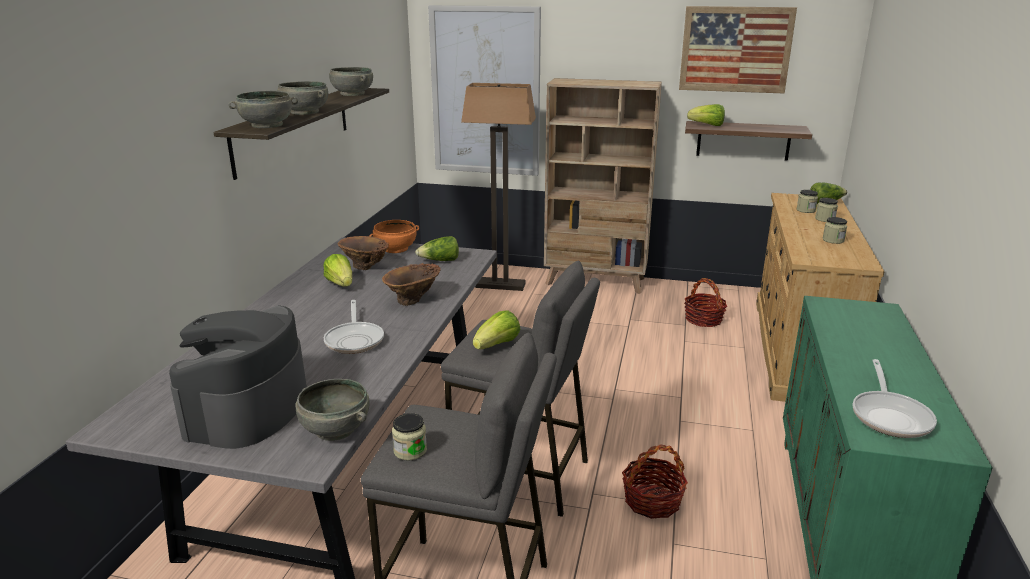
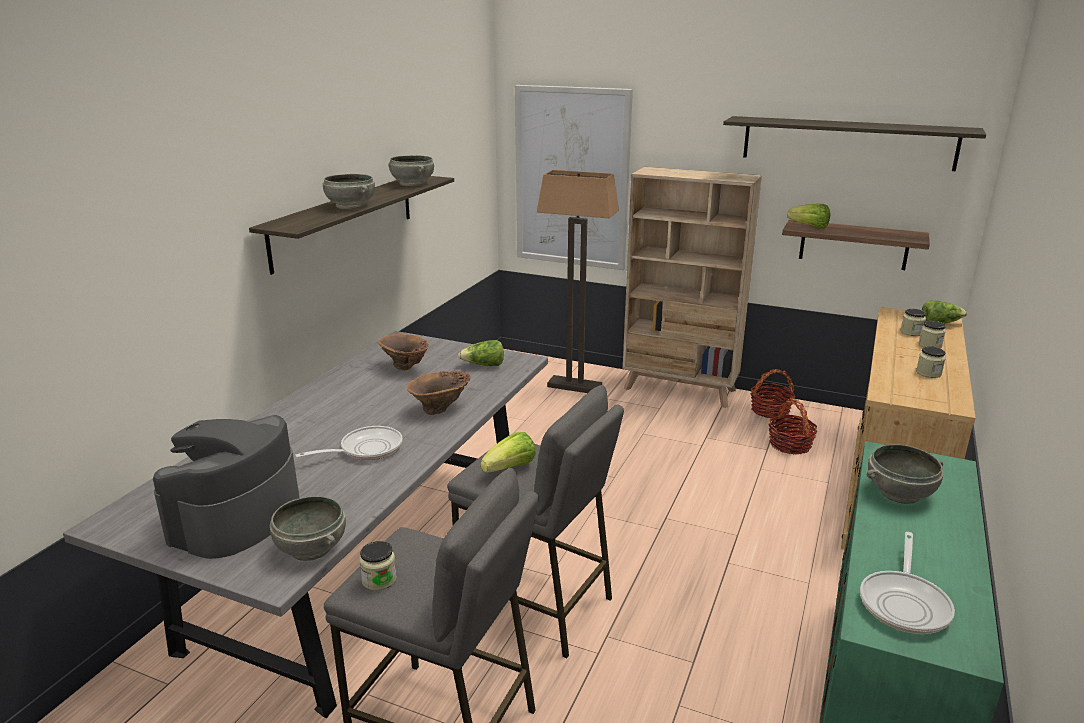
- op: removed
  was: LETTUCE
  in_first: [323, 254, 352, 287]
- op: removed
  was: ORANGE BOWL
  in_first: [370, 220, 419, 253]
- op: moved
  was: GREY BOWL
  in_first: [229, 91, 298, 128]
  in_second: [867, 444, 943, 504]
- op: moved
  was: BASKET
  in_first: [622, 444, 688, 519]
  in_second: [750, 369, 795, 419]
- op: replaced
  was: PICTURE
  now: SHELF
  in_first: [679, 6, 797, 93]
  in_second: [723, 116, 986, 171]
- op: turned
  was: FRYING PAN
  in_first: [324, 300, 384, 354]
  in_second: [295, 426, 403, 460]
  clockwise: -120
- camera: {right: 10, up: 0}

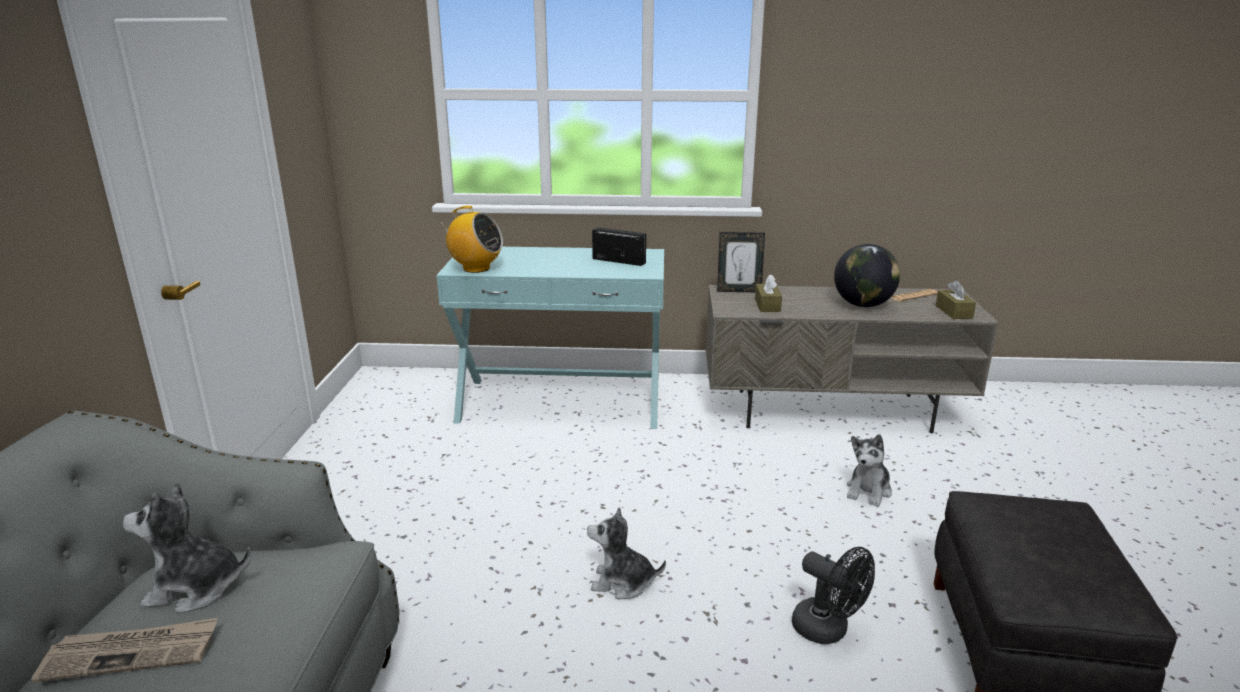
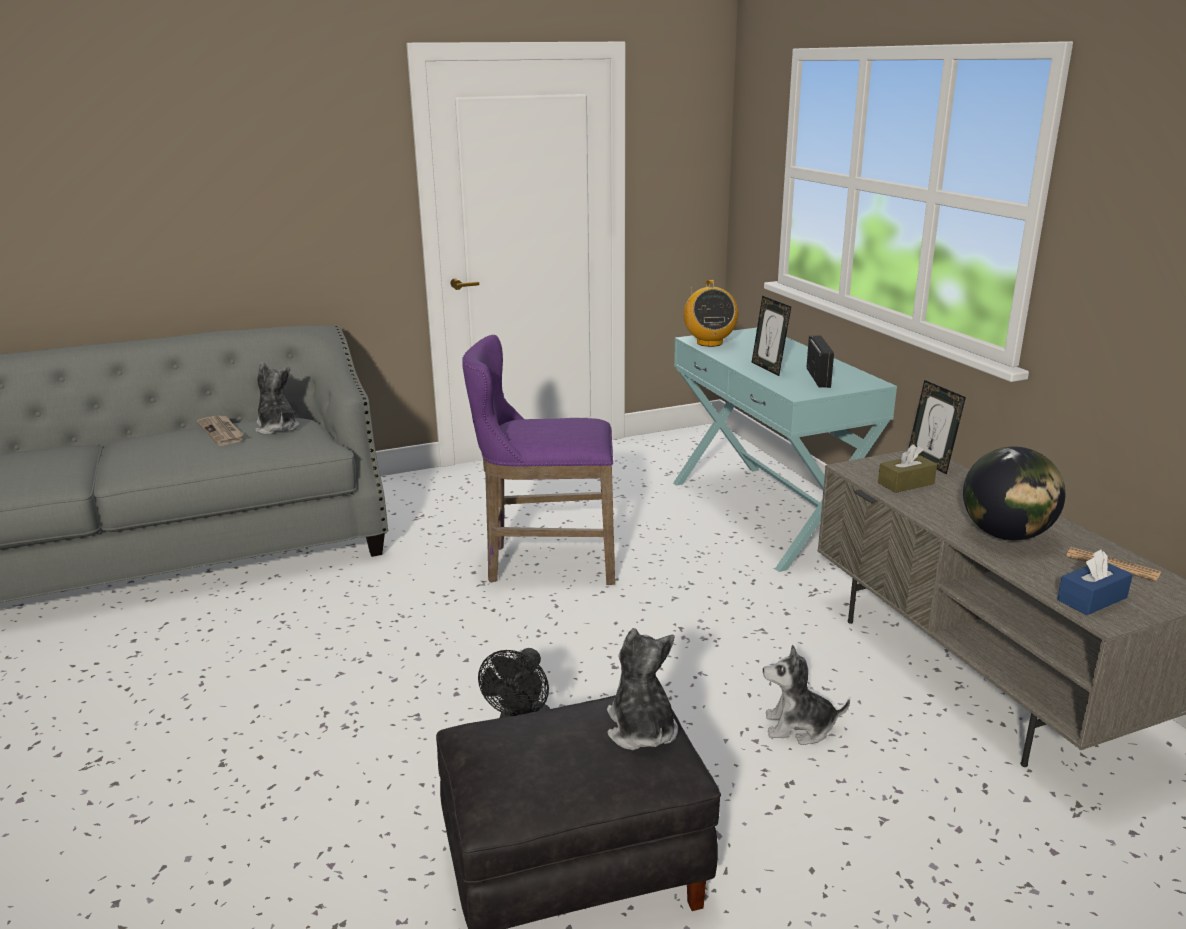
- op: added
  now: PURPLE STOOL
  in_second: [462, 335, 615, 585]
- op: added
  now: PICTURE FRAME
  in_second: [751, 296, 791, 376]
- op: moved
  was: PLUSH TOY
  in_first: [587, 507, 666, 599]
  in_second: [607, 628, 678, 750]
- op: recoloured
  was: BROWN TISSUE BOX
  now: BLUE TISSUE BOX
  in_first: [936, 280, 976, 319]
  in_second: [1057, 549, 1133, 615]
- camera: {right: 65, up: 0}

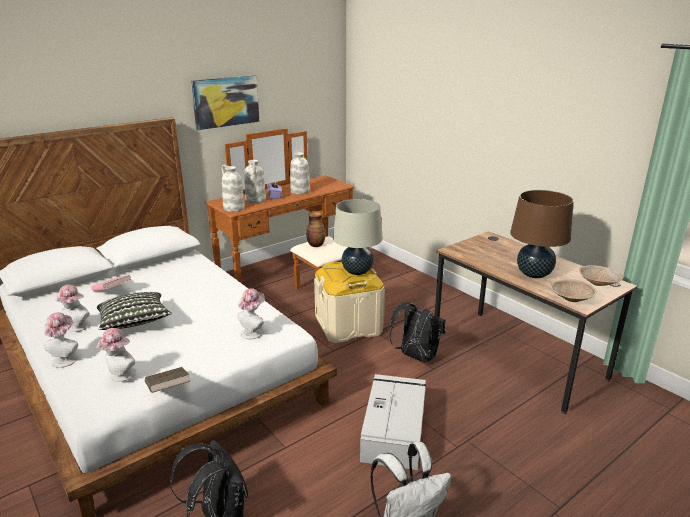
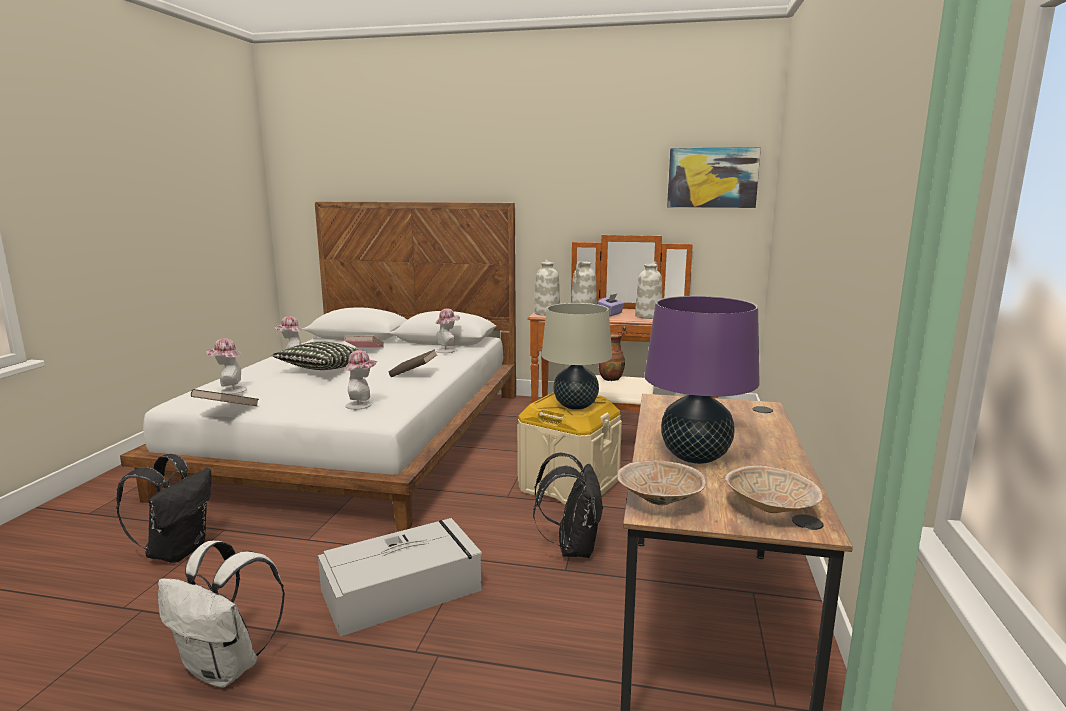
- op: added
  now: BROWN BOOK
  in_second: [389, 349, 437, 377]
- op: moved
  was: HAT
  in_first: [43, 312, 78, 368]
  in_second: [435, 308, 460, 353]
- op: moved
  was: PICTURE
  in_first: [191, 75, 260, 130]
  in_second: [667, 147, 761, 208]
- op: recoloured
  was: BROWN TABLE LAMP
  now: PURPLE TABLE LAMP
  in_first: [510, 190, 574, 278]
  in_second: [644, 296, 760, 464]
- camera: {right: 50, up: -10}

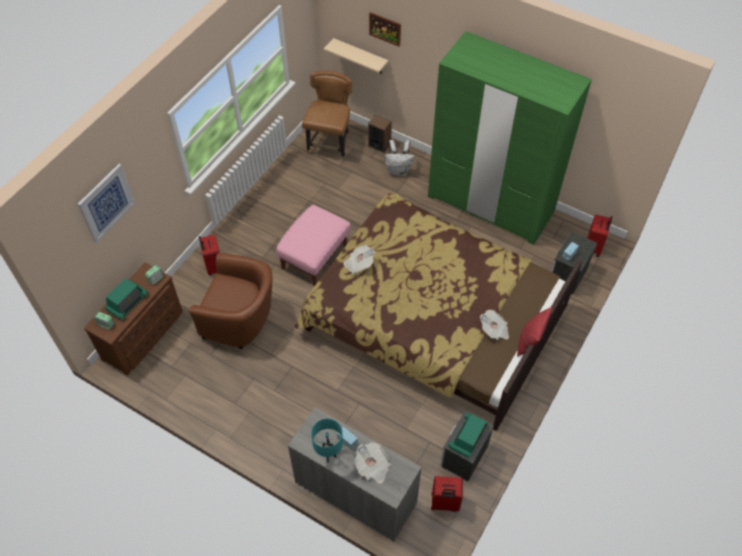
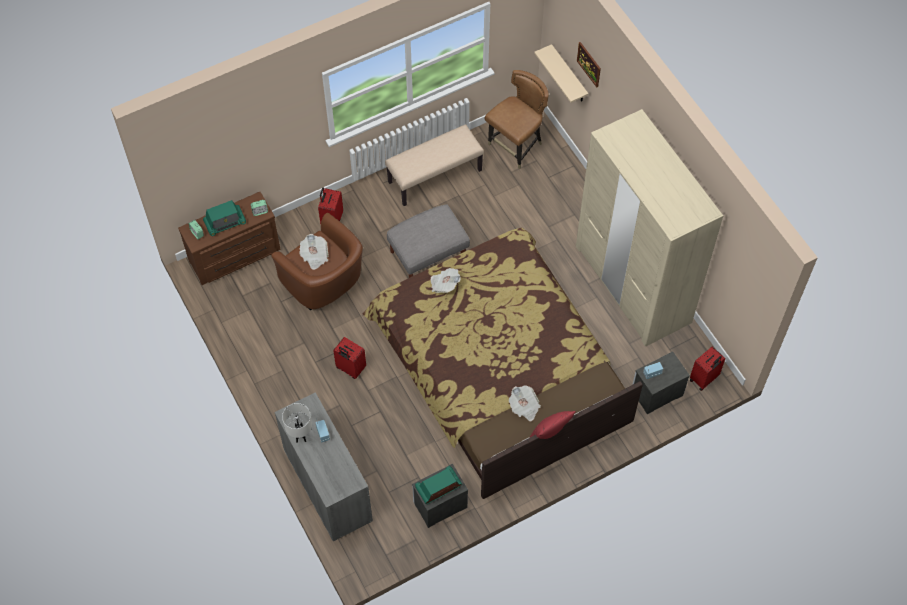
- op: removed
  was: PICTURE
  in_first: [78, 164, 135, 243]
- op: removed
  was: SPEAKER
  in_first: [368, 115, 392, 153]
- op: removed
  was: WHITE BACKPACK
  in_first: [385, 140, 414, 176]
- op: added
  now: BEIGE BENCH
  in_second: [385, 124, 484, 206]
- op: moved
  was: NEWSPAPER
  in_first: [354, 442, 391, 484]
  in_second: [299, 234, 328, 270]
- op: moved
  was: RED SUITCASE
  in_first: [431, 476, 463, 512]
  in_second: [333, 337, 366, 379]
- op: recoloured
  was: PINK OTTOMAN
  now: GREY OTTOMAN
  in_first: [276, 205, 351, 286]
  in_second: [387, 204, 470, 278]
- op: recoloured
  was: TURQUOISE TABLE LAMP
  now: WHITE TABLE LAMP
  in_first: [311, 419, 343, 463]
  in_second: [282, 403, 312, 443]
- op: recoloured
  was: GREEN WARDROBE
  now: BEIGE WARDROBE
  in_first: [428, 31, 592, 245]
  in_second: [576, 109, 723, 346]
- camera: {right: 30, up: 5}

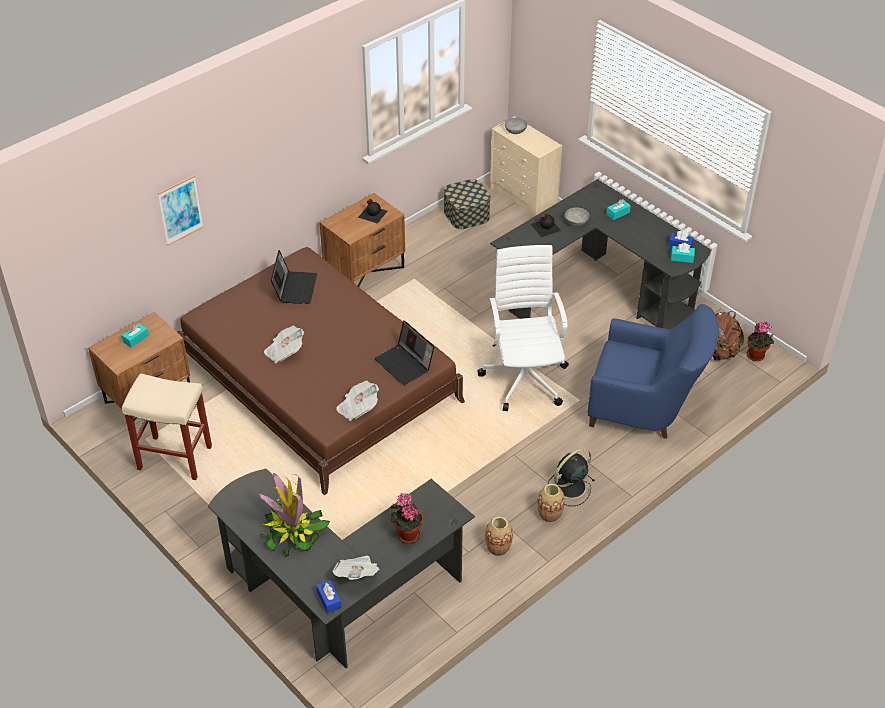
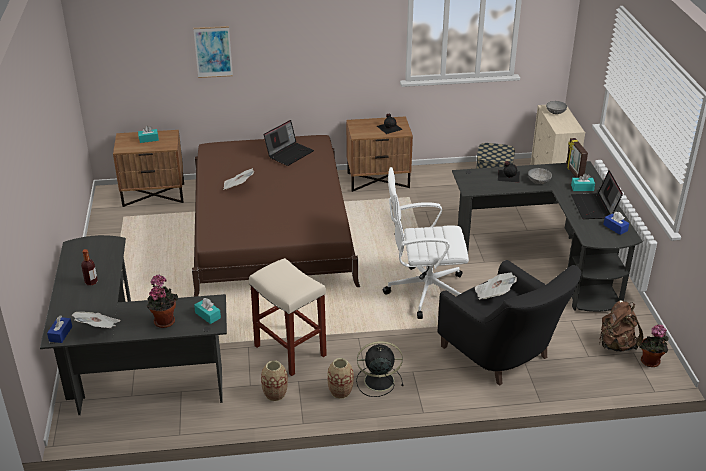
- op: added
  now: PICTURE FRAME
  in_second: [566, 138, 588, 178]
- op: moved
  was: BEIGE STOOL
  in_first: [122, 373, 212, 480]
  in_second: [249, 258, 327, 376]
- op: moved
  was: NEWSPAPER
  in_first: [336, 381, 379, 421]
  in_second: [475, 272, 517, 300]
- op: moved
  was: LAPTOP
  in_first: [374, 320, 434, 385]
  in_second: [571, 171, 623, 219]
- op: moved
  was: TURQUOISE TISSUE BOX
  in_first: [671, 243, 695, 263]
  in_second: [194, 298, 221, 324]
- op: replaced
  was: POTTED PLANT
  now: BOTTLE
  in_first: [259, 473, 330, 557]
  in_second: [81, 249, 98, 286]
- op: recoloured
  was: BLUE ARMCHAIR
  now: BLACK ARMCHAIR
  in_first: [587, 304, 719, 439]
  in_second: [438, 260, 581, 386]
- op: turned
  was: WHITE OFFICE CHAIR
  in_first: [477, 245, 569, 411]
  in_second: [383, 167, 469, 319]
  clockwise: -120
- camera: {right: 35, up: -10}

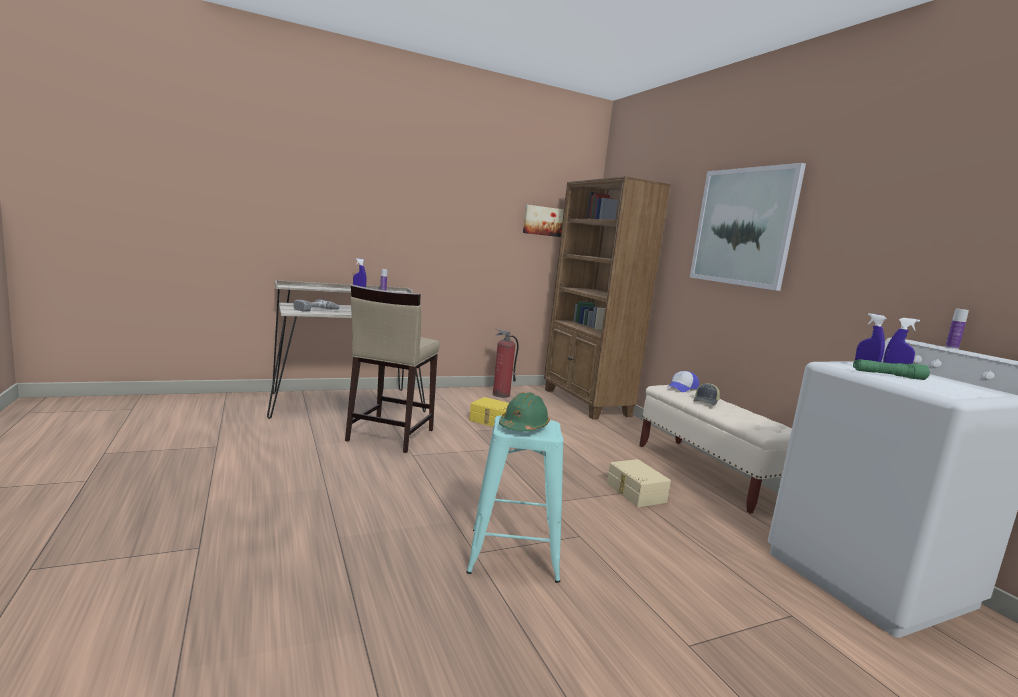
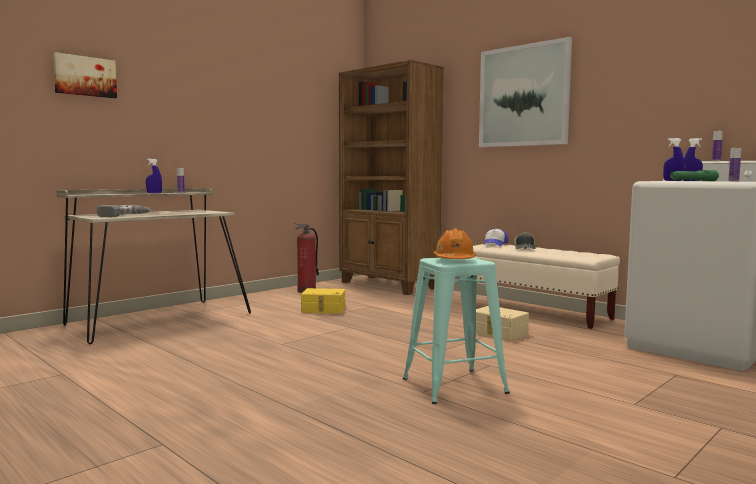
- op: removed
  was: BEIGE STOOL
  in_first: [345, 285, 440, 453]
- op: added
  now: BOTTLE
  in_second: [728, 148, 741, 182]
- op: moved
  was: PICTURE
  in_first: [523, 205, 564, 237]
  in_second: [53, 52, 117, 98]
- op: recoloured
  was: GREEN HARD HAT
  now: ORANGE HARD HAT
  in_first: [499, 392, 550, 432]
  in_second: [433, 229, 476, 259]
- camera: {right: -20, up: -5}

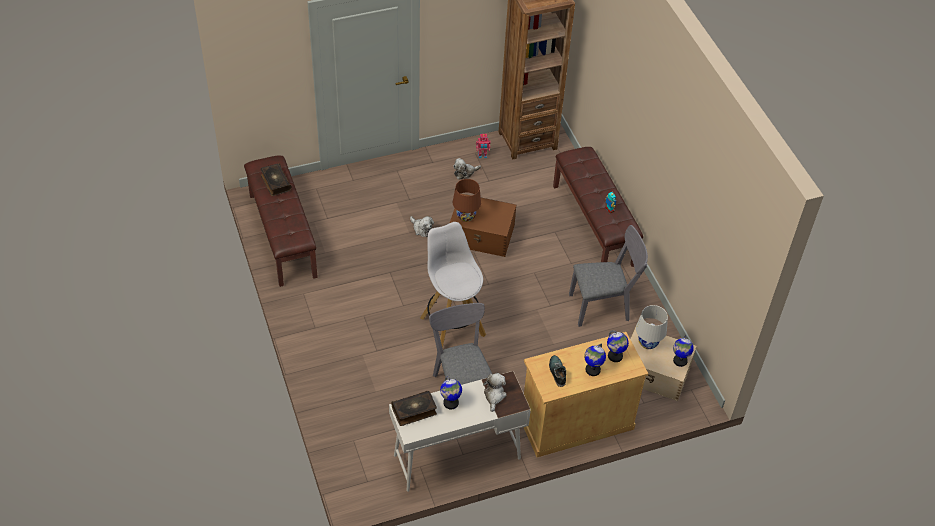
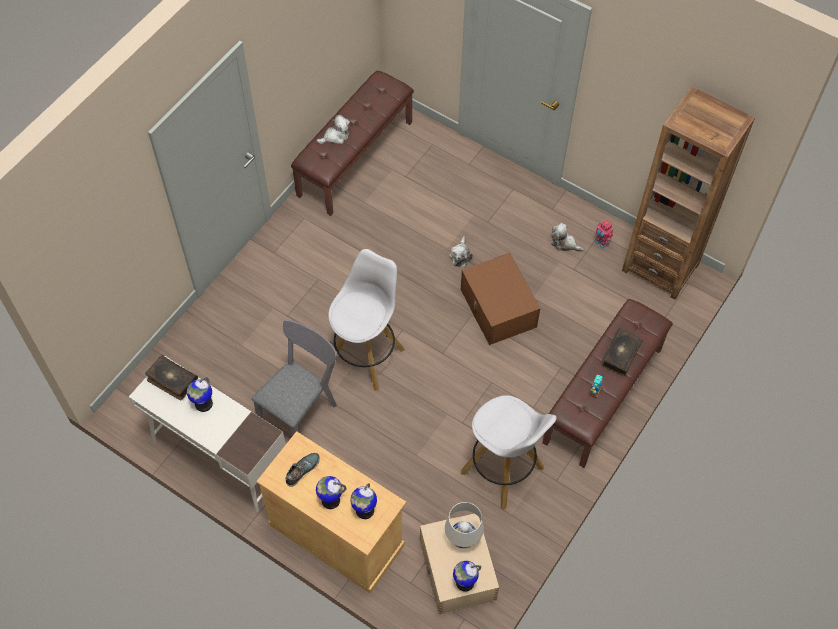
- op: removed
  was: BROWN TABLE LAMP
  in_first: [453, 179, 481, 222]
- op: moved
  was: BOOK
  in_first: [261, 163, 292, 196]
  in_second: [600, 328, 643, 376]
- op: moved
  was: PLUSH TOY
  in_first: [483, 373, 507, 412]
  in_second: [316, 115, 350, 144]
- op: replaced
  was: GREY CHAIR
  now: WHITE STOOL
  in_first: [569, 225, 648, 327]
  in_second: [461, 395, 557, 509]
- camera: {right: 55, up: 10}

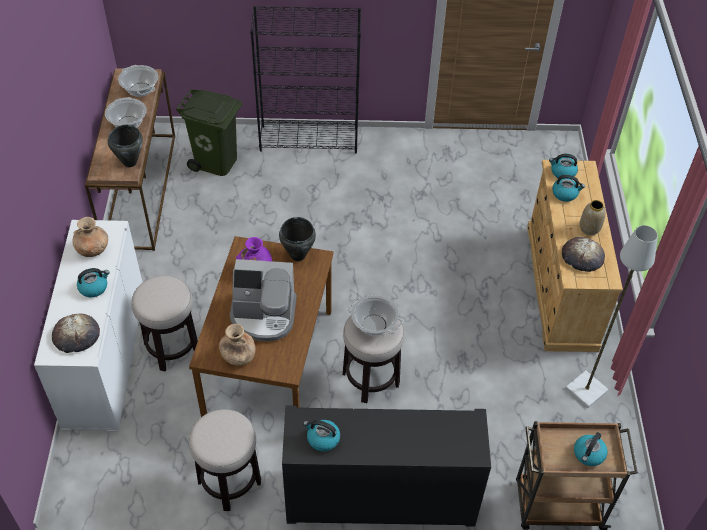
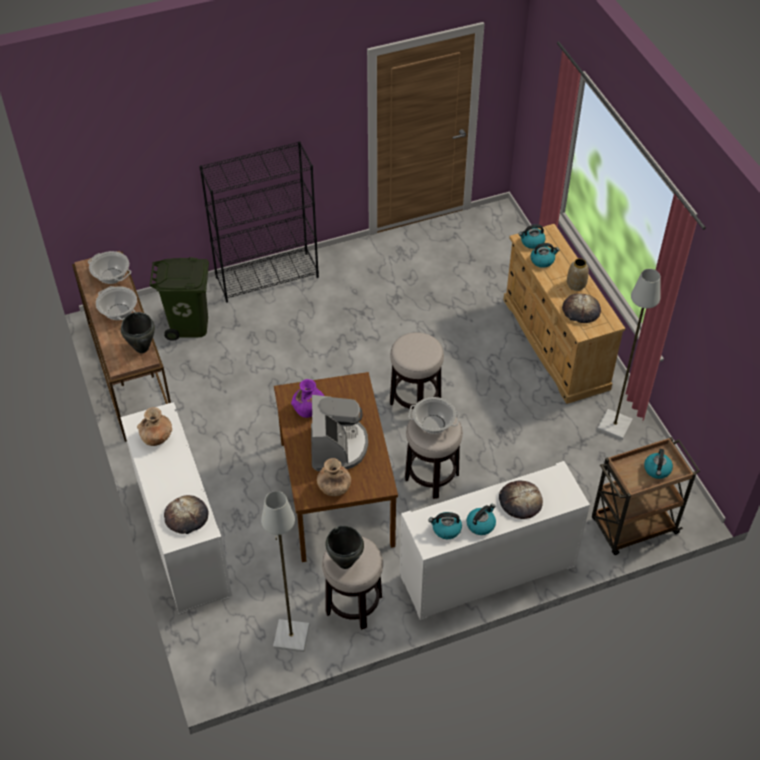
- op: added
  now: GREY FLOOR LAMP
  in_second: [261, 491, 309, 652]
- op: added
  now: BREAD
  in_second: [499, 481, 543, 519]
- op: moved
  was: KETTLE
  in_first: [77, 268, 110, 297]
  in_second: [466, 504, 496, 535]
- op: moved
  was: STOOL
  in_first: [131, 276, 198, 372]
  in_second: [390, 332, 444, 409]
- op: moved
  was: BLACK COOKING POT
  in_first: [279, 217, 316, 261]
  in_second: [326, 526, 364, 569]
- op: recoloured
  was: BLACK CABINET
  now: WHITE CABINET
  in_first: [282, 406, 491, 527]
  in_second: [400, 461, 590, 620]
- op: turned
  was: COFFEE MACHINE
  in_first: [230, 259, 297, 341]
  in_second: [311, 395, 368, 471]
  clockwise: -75
- camera: {right: -20, up: 0}

